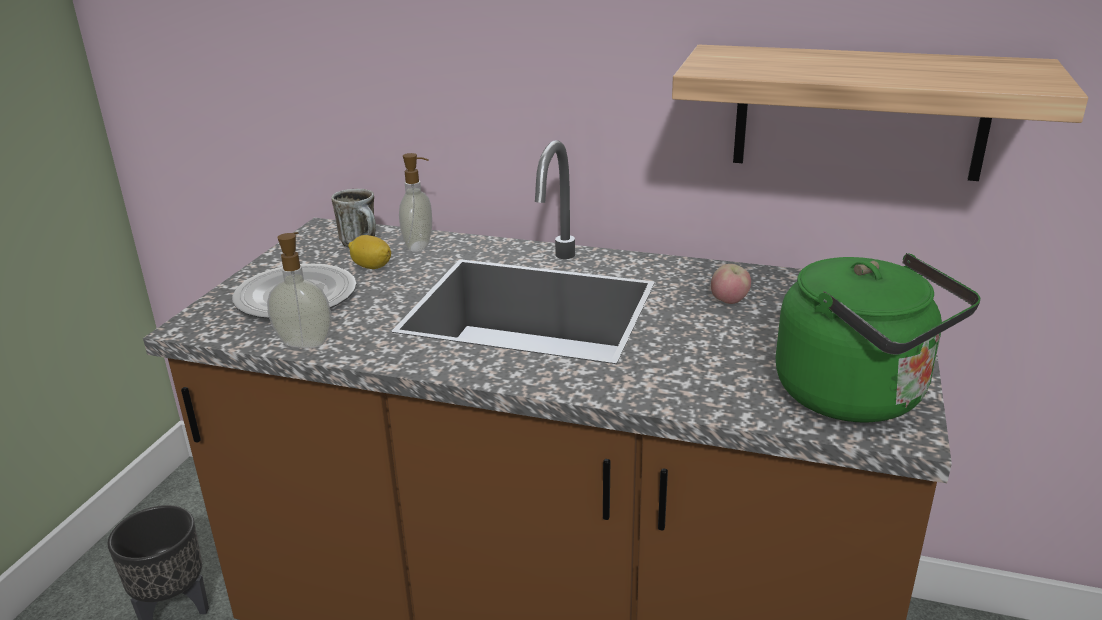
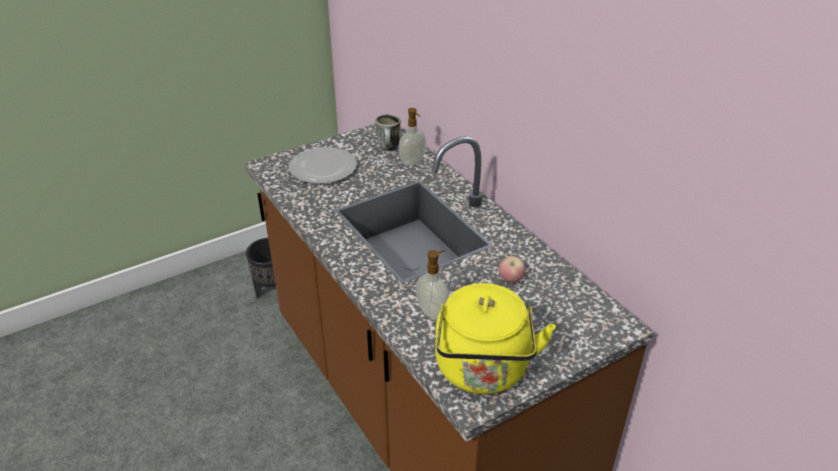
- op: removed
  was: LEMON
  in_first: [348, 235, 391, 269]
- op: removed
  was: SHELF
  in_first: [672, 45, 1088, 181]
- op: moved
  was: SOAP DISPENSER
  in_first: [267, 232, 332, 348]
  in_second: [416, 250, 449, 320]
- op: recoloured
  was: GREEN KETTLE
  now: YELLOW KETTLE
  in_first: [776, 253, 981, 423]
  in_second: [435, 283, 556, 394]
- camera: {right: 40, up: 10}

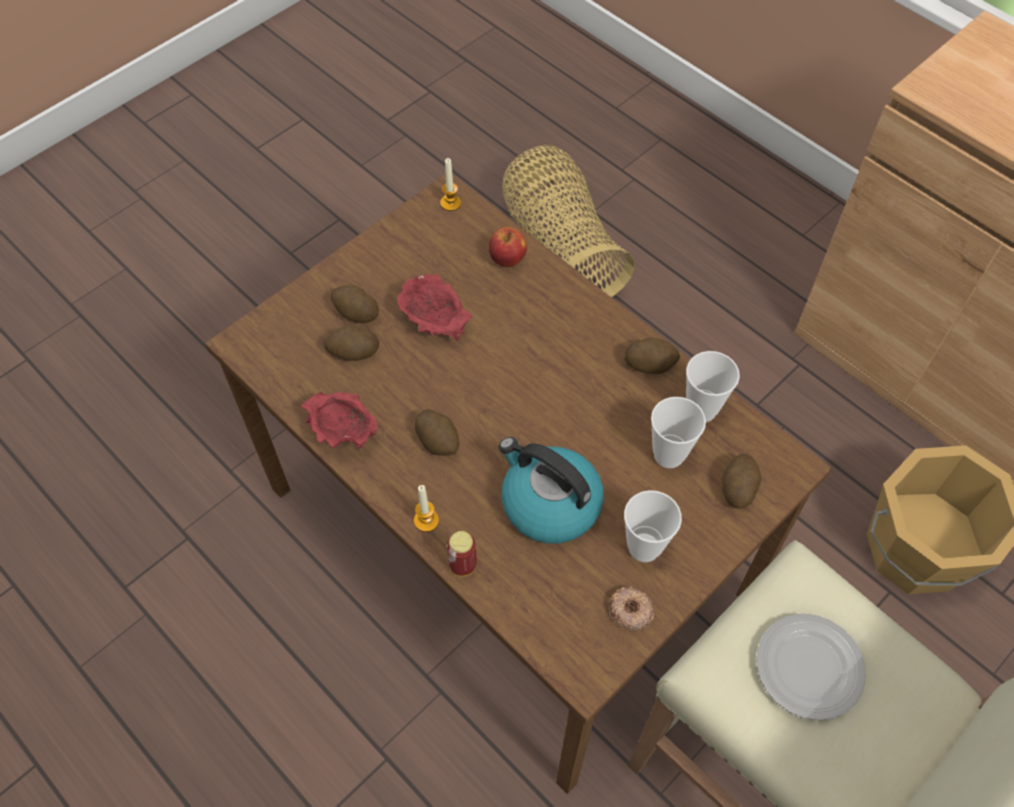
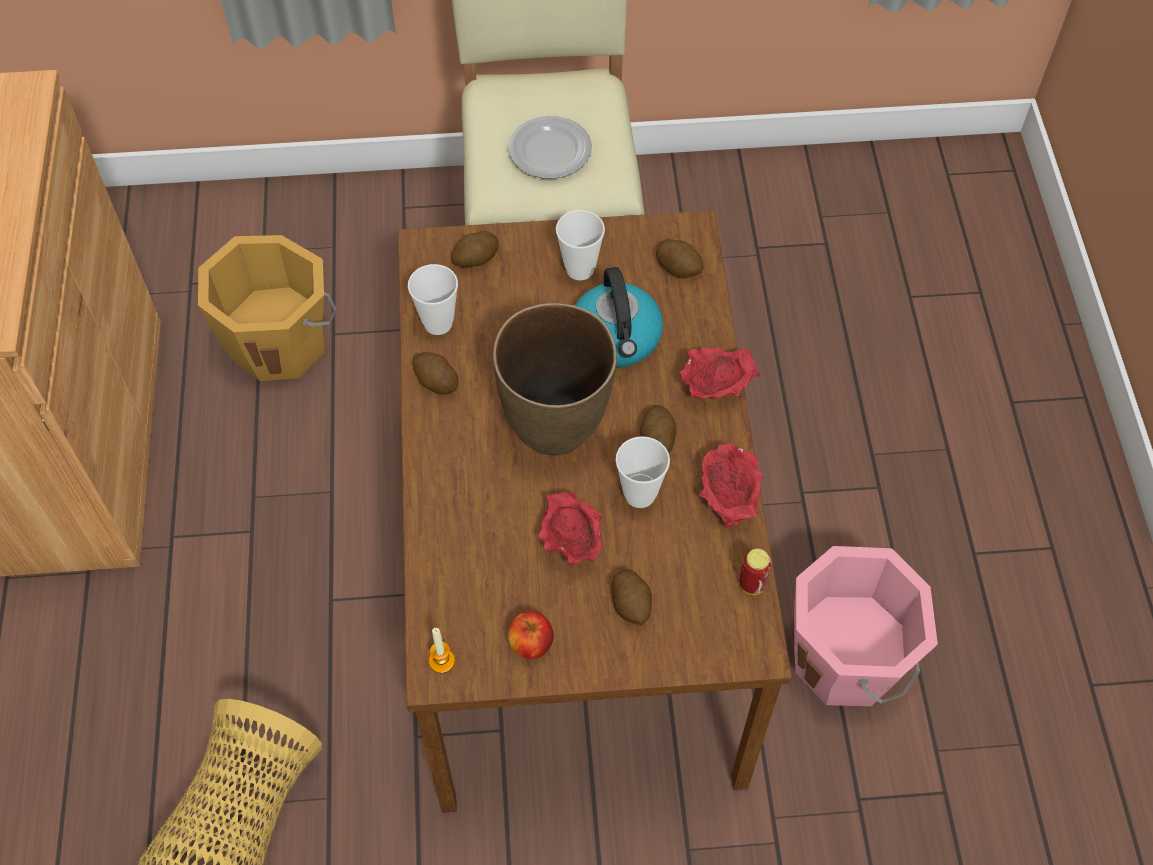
- op: removed
  was: DONUT
  in_first: [609, 586, 654, 630]
- op: added
  now: BROWN VASE
  in_second: [493, 303, 617, 455]
- op: added
  now: PINK BUCKET
  in_second: [794, 546, 938, 706]
- op: moved
  was: POTATO
  in_first: [323, 326, 379, 361]
  in_second: [656, 239, 703, 278]
- op: moved
  was: CAN
  in_first: [447, 531, 477, 577]
  in_second: [739, 549, 771, 595]
- op: moved
  was: APPLE
  in_first: [489, 227, 527, 267]
  in_second: [507, 611, 554, 659]
- op: moved
  was: CUP
  in_first: [651, 397, 706, 468]
  in_second: [616, 436, 670, 508]
- op: replaced
  was: CANDLE
  now: RED BOWL
  in_first: [414, 485, 439, 532]
  in_second: [680, 347, 760, 399]
- camera: {right: -140, up: 0}

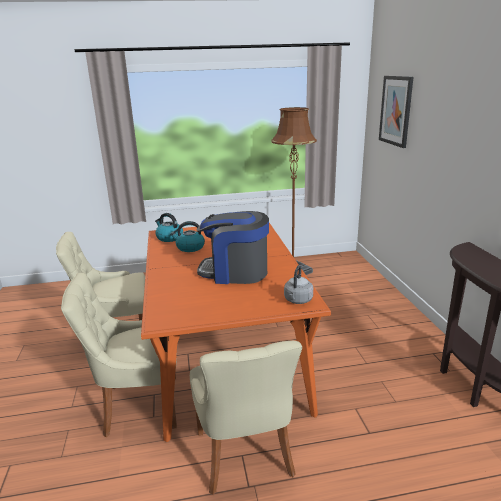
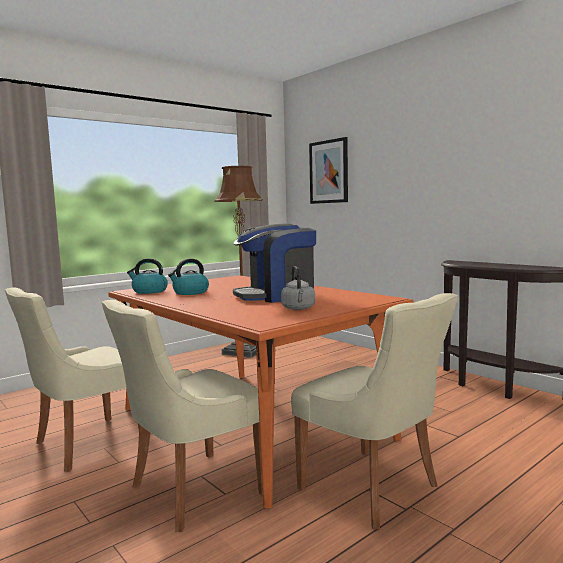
- op: moved
  was: GREY KETTLE
  in_first: [284, 265, 313, 304]
  in_second: [281, 266, 315, 310]
- camera: {right: -30, up: -15}

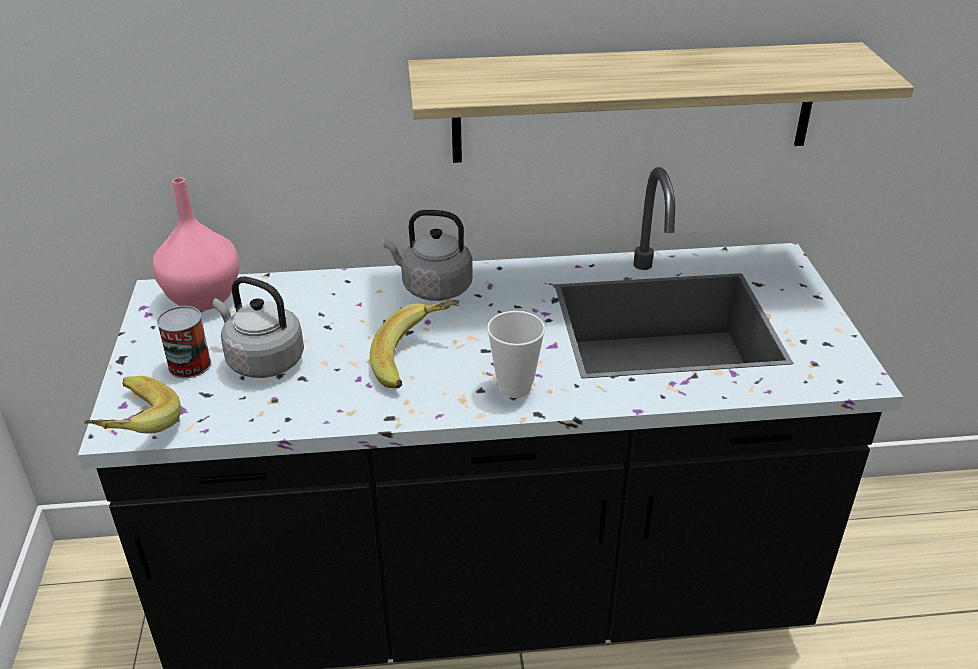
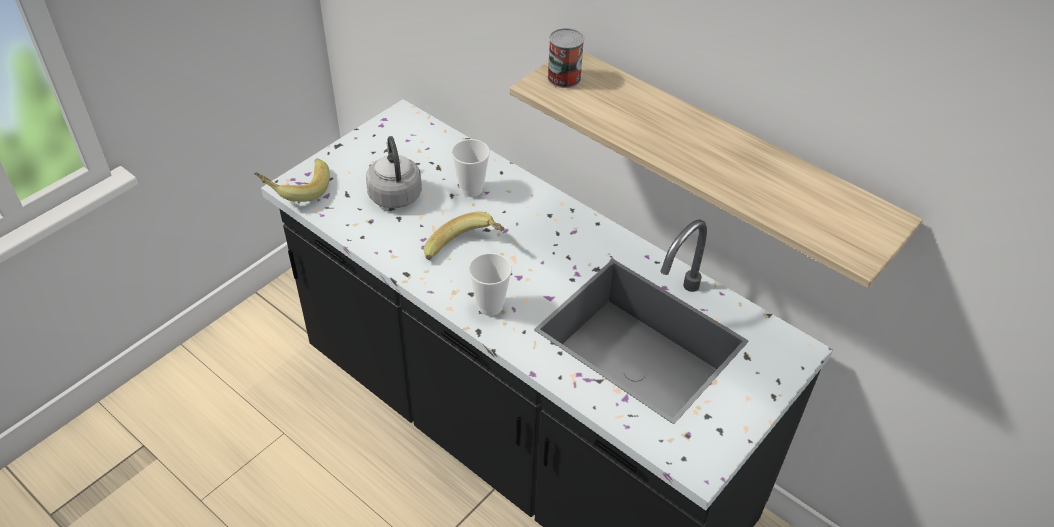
- op: removed
  was: PINK VASE
  in_first: [153, 178, 240, 311]
- op: removed
  was: GREY KETTLE
  in_first: [383, 210, 473, 301]
- op: added
  now: CUP
  in_second: [451, 139, 490, 197]
- op: moved
  was: CAN
  in_first: [157, 306, 211, 378]
  in_second: [547, 28, 584, 88]
- camera: {right: 45, up: 10}

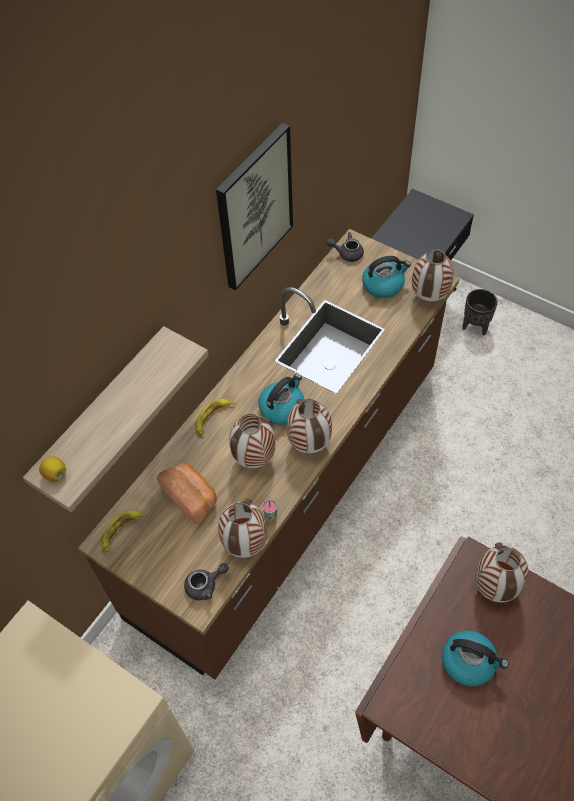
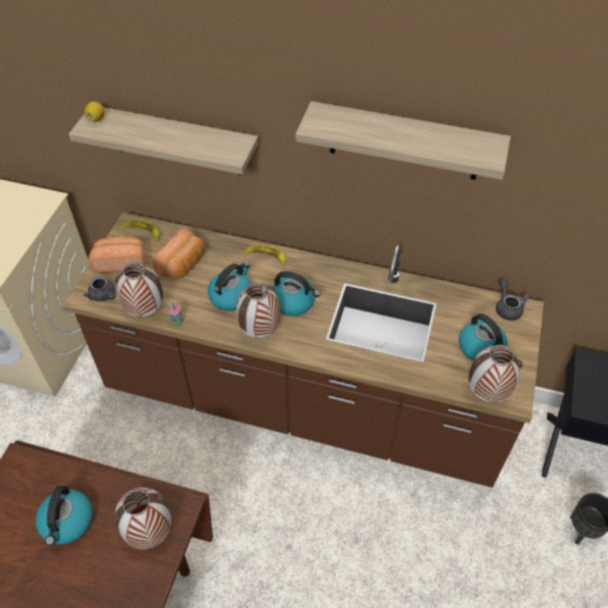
- op: added
  now: BREAD
  in_second: [89, 237, 146, 273]
- op: replaced
  was: PICTURE
  now: SHELF
  in_first: [216, 123, 293, 290]
  in_second: [296, 101, 511, 180]
- op: replaced
  was: VASE
  now: KETTLE
  in_first: [229, 414, 275, 468]
  in_second: [208, 262, 251, 311]
- camera: {right: 70, up: -5}

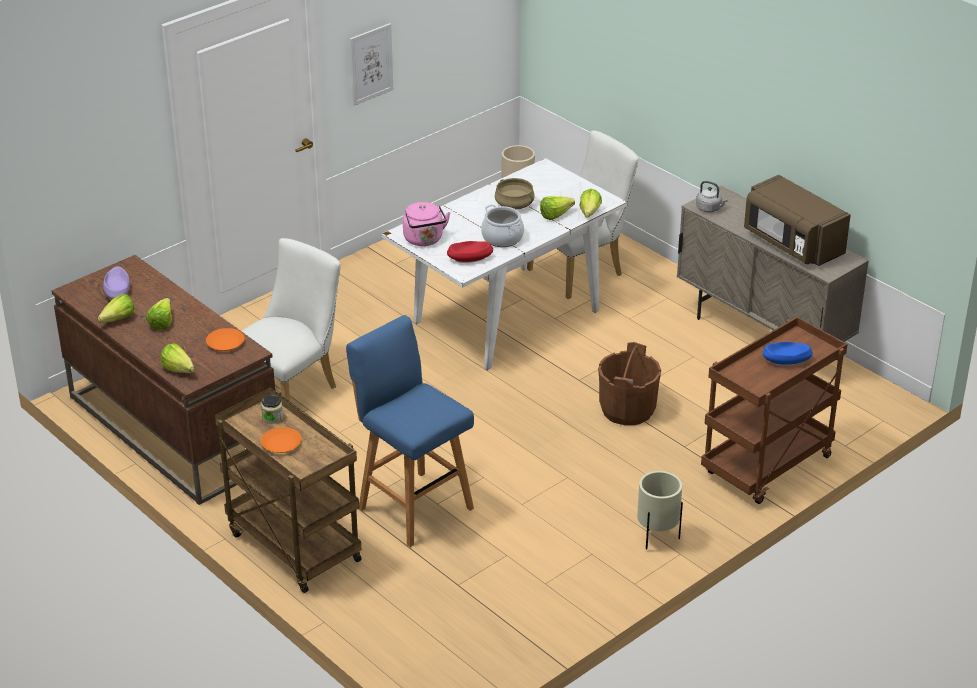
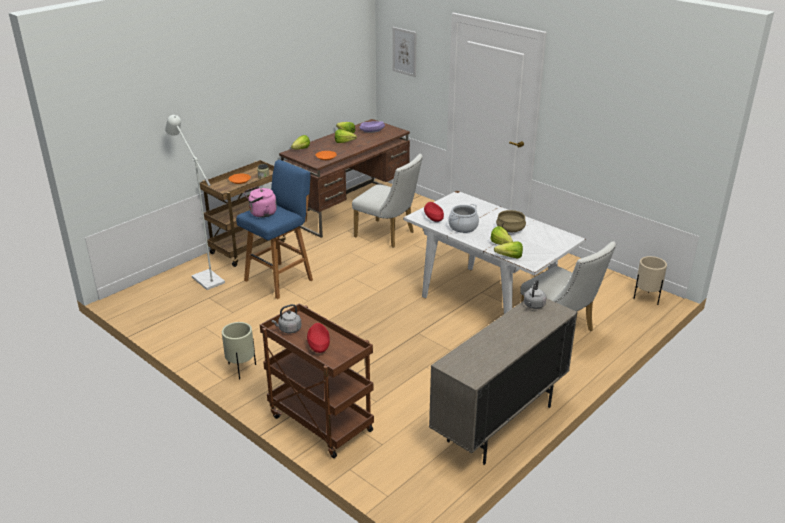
- op: removed
  was: BROWN BUCKET
  in_first: [598, 342, 661, 425]
- op: removed
  was: BROWN MICROWAVE
  in_first: [744, 175, 851, 266]
- op: added
  now: WHITE FLOOR LAMP
  in_second: [165, 115, 225, 290]
- op: added
  now: GREY KETTLE
  in_second: [271, 304, 302, 333]
- op: moved
  was: PICTURE
  in_first: [350, 23, 393, 106]
  in_second: [392, 27, 417, 77]
- op: moved
  was: PINK KETTLE
  in_first: [403, 202, 450, 246]
  in_second: [244, 186, 277, 217]
- op: recoloured
  was: BLUE BOWL
  now: RED BOWL
  in_first: [762, 342, 813, 365]
  in_second: [307, 323, 330, 353]
- camera: {right: 85, up: -5}

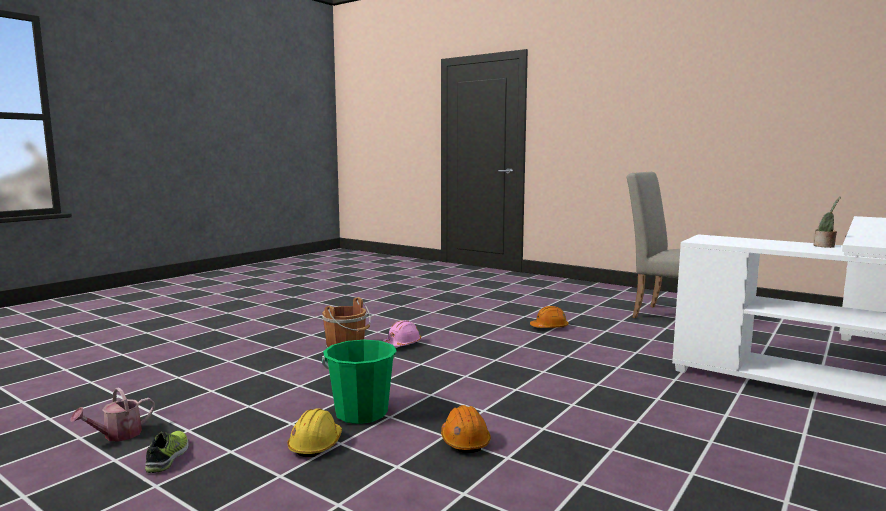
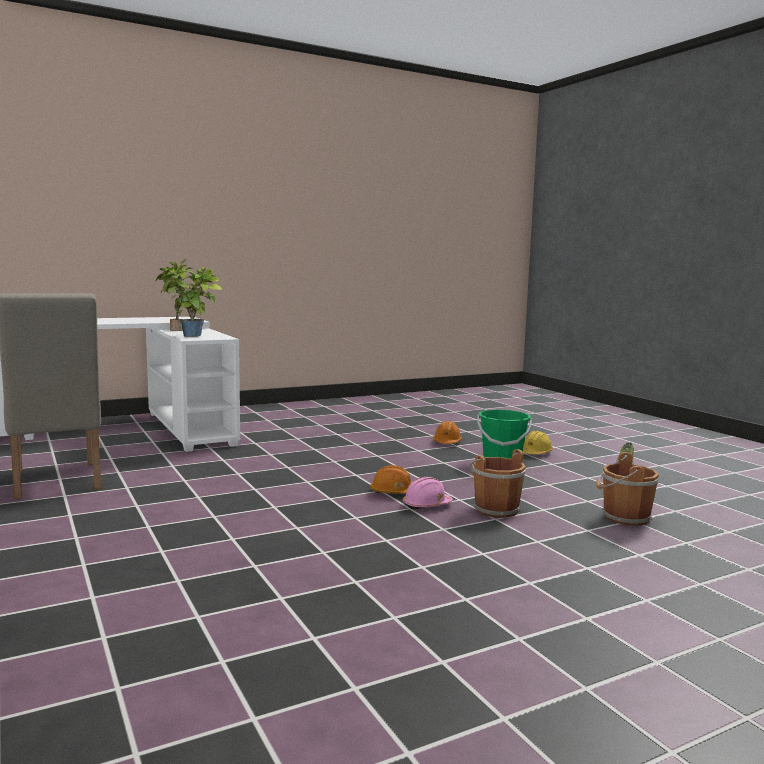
- op: removed
  was: WATERING CAN
  in_first: [70, 387, 155, 442]
- op: added
  now: POTTED PLANT
  in_second: [156, 259, 222, 337]
- op: added
  now: BROWN BUCKET
  in_second: [596, 452, 659, 526]
- op: moved
  was: ORANGE HARD HAT
  in_first: [530, 306, 569, 328]
  in_second: [370, 465, 411, 494]
- camera: {right: -155, up: 0}

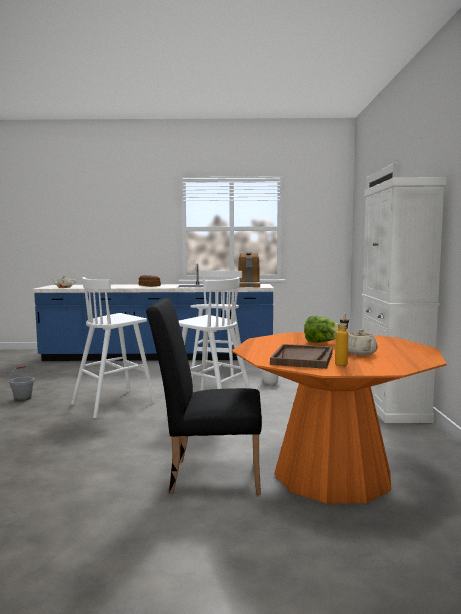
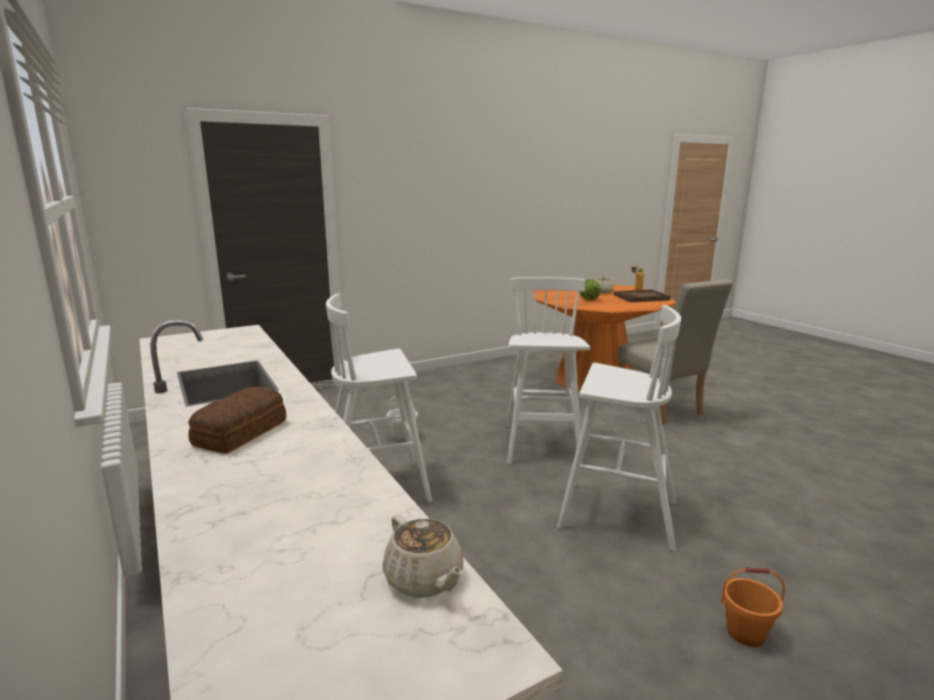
- op: removed
  was: COFFEE MACHINE
  in_first: [238, 252, 260, 287]
- op: removed
  was: WHITE CABINET
  in_first: [362, 177, 447, 423]
- op: recoloured
  was: GREY BUCKET
  now: ORANGE BUCKET
  in_first: [9, 365, 34, 401]
  in_second: [721, 567, 785, 647]
- op: recoloured
  was: BLACK CHAIR
  now: BEIGE CHAIR
  in_first: [146, 298, 262, 495]
  in_second: [618, 279, 733, 424]
- camera: {right: -120, up: 10}

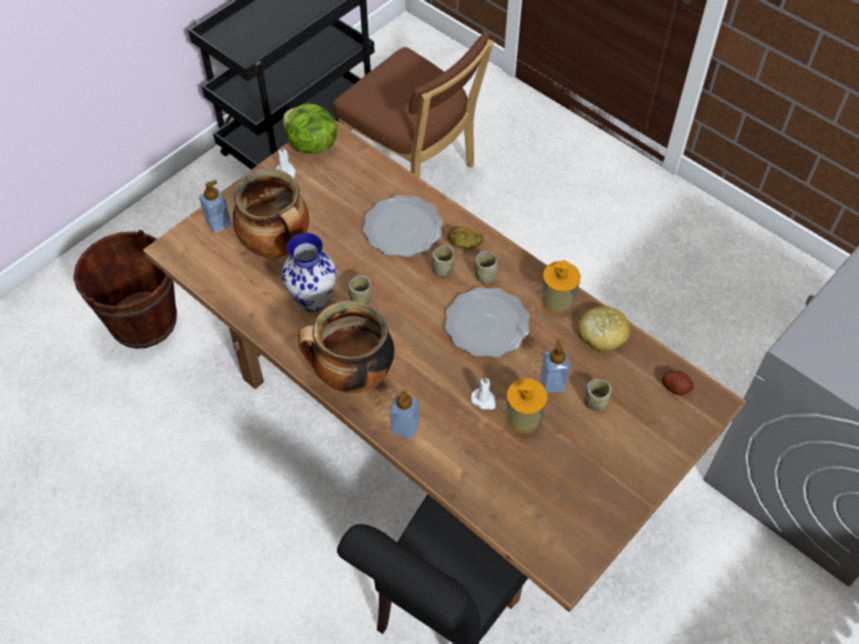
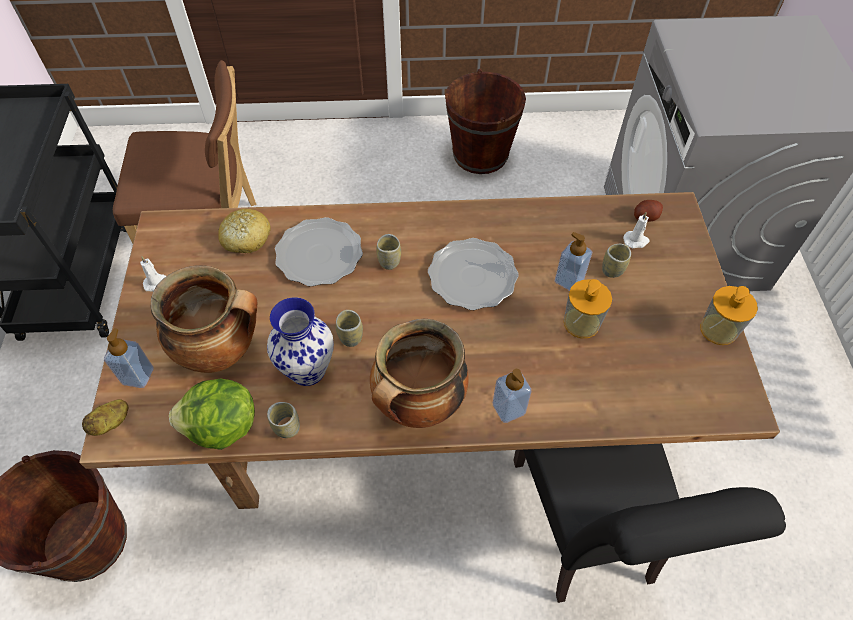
- op: added
  now: BROWN BUCKET
  in_second: [445, 69, 526, 174]
- op: moved
  was: LETTUCE
  in_first: [283, 103, 337, 154]
  in_second: [169, 379, 255, 450]
- op: moved
  was: POTATO
  in_first: [448, 227, 483, 249]
  in_second: [82, 399, 128, 436]
- op: moved
  was: WHITE CANDLE
  in_first: [471, 377, 496, 409]
  in_second: [623, 212, 649, 248]
- op: moved
  was: CUP
  in_first: [475, 251, 498, 284]
  in_second: [267, 402, 300, 438]
- op: moved
  was: SOAP DISPENSER
  in_first: [542, 260, 581, 314]
  in_second: [700, 286, 758, 345]
- op: moved
  was: BREAD
  in_first: [578, 306, 630, 352]
  in_second: [218, 209, 270, 253]
- camera: {right: -45, up: 0}

